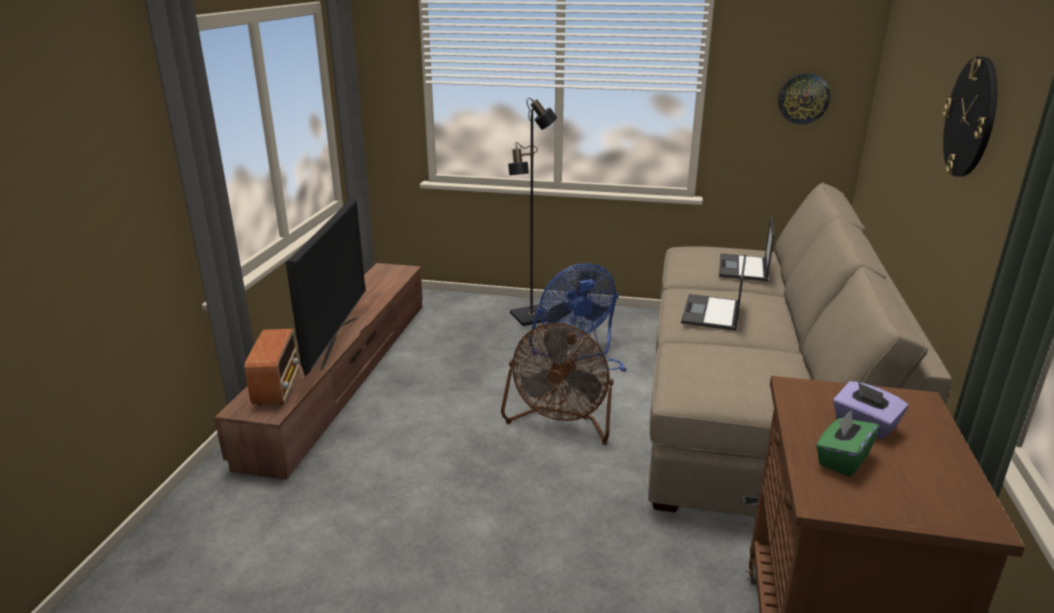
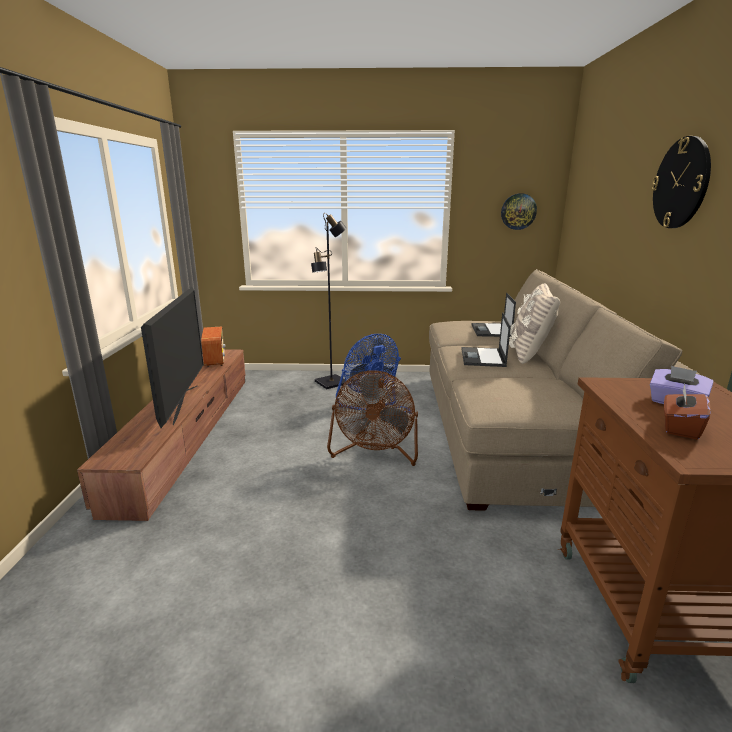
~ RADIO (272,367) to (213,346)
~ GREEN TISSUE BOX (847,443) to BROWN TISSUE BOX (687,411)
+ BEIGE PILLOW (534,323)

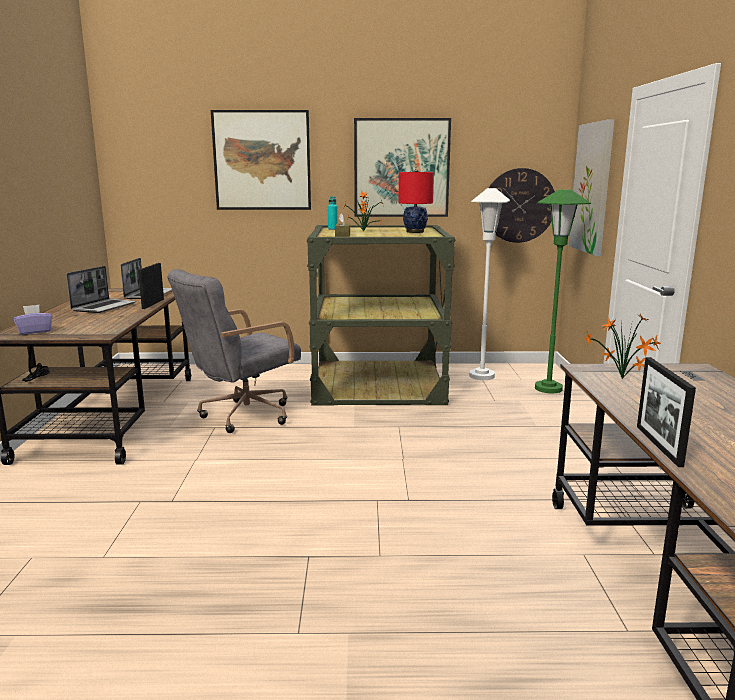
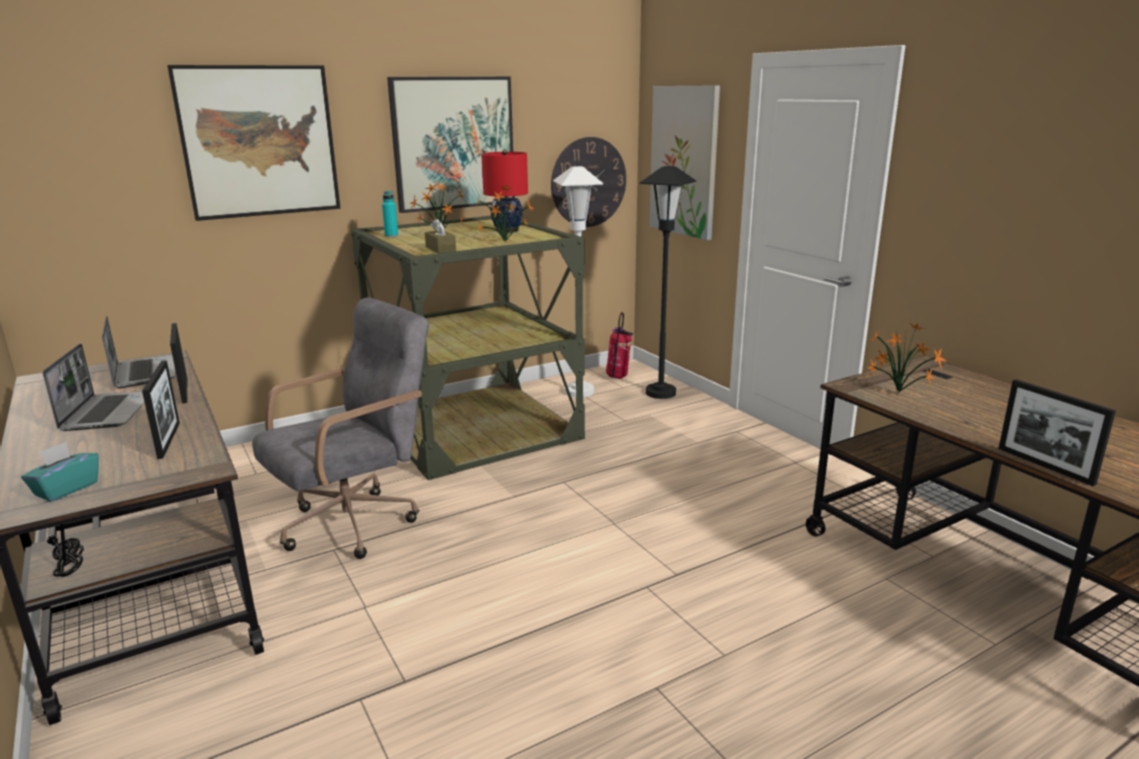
~ PURPLE TISSUE BOX (33,320) to TURQUOISE TISSUE BOX (60,472)
~ GREY OFFICE CHAIR (234,351) = (340,428) 150 degrees counterclockwise
~ GREEN FLOOR LAMP (563,291) to BLACK FLOOR LAMP (668,282)
+ PICTURE FRAME (161,409)
+ POTTED PLANT (505,213)
+ FIRE EXTINGUISHER (620,345)

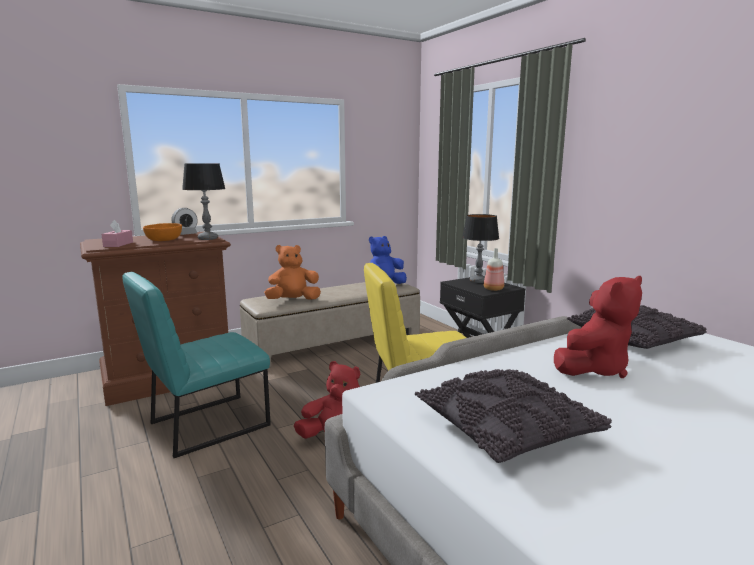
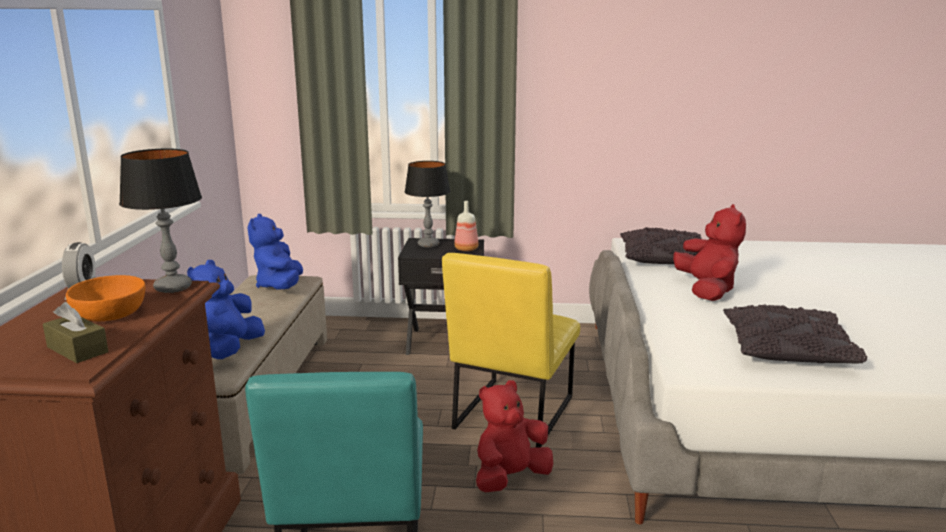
~ PINK TISSUE BOX (117,233) to BROWN TISSUE BOX (76,332)
~ ORANGE PLUSH TOY (292,272) to BLUE PLUSH TOY (226,309)

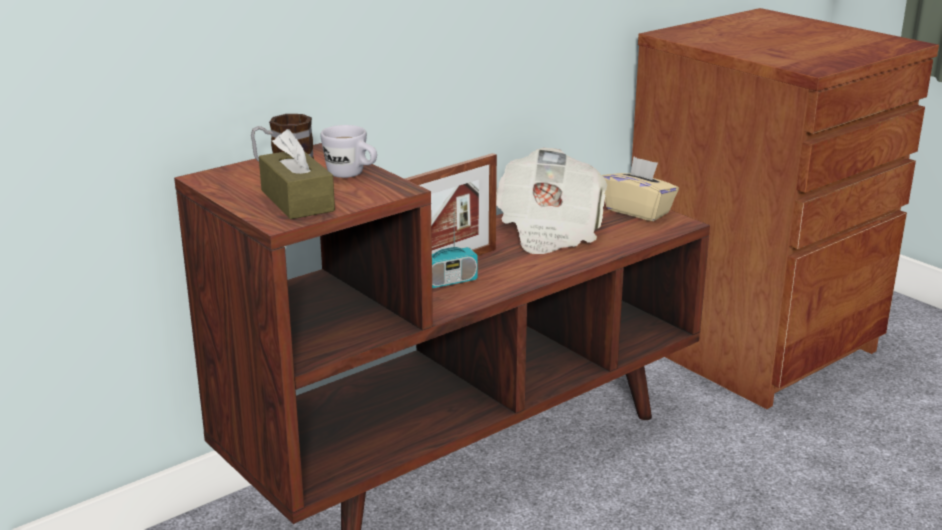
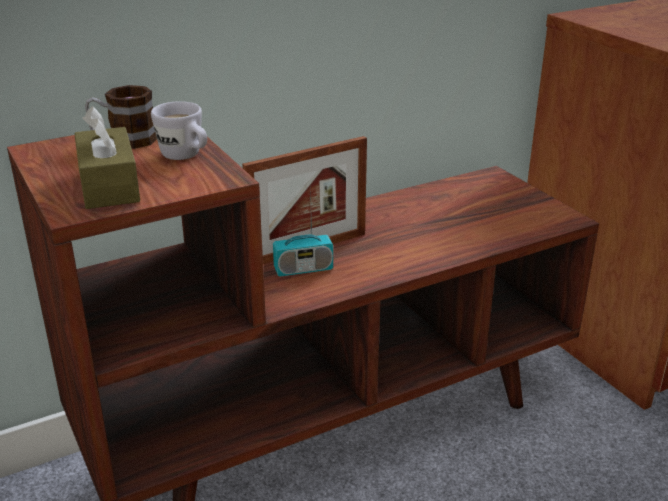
- NEWSPAPER (551,201)
- BEIGE TISSUE BOX (640,188)

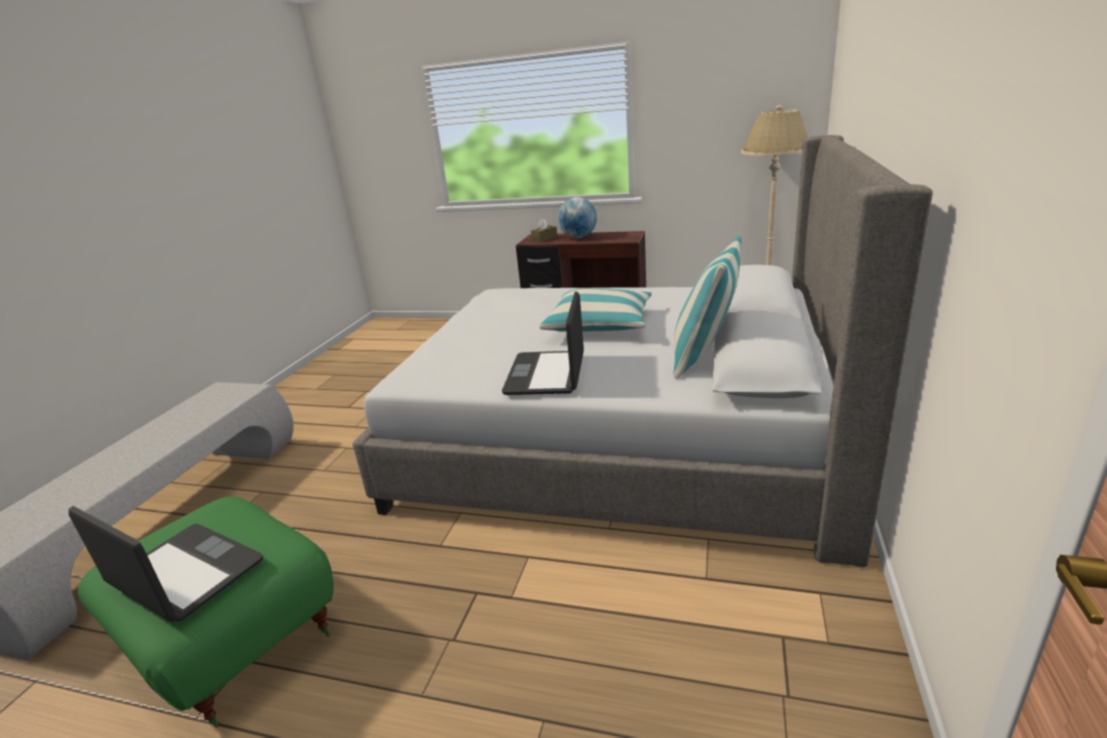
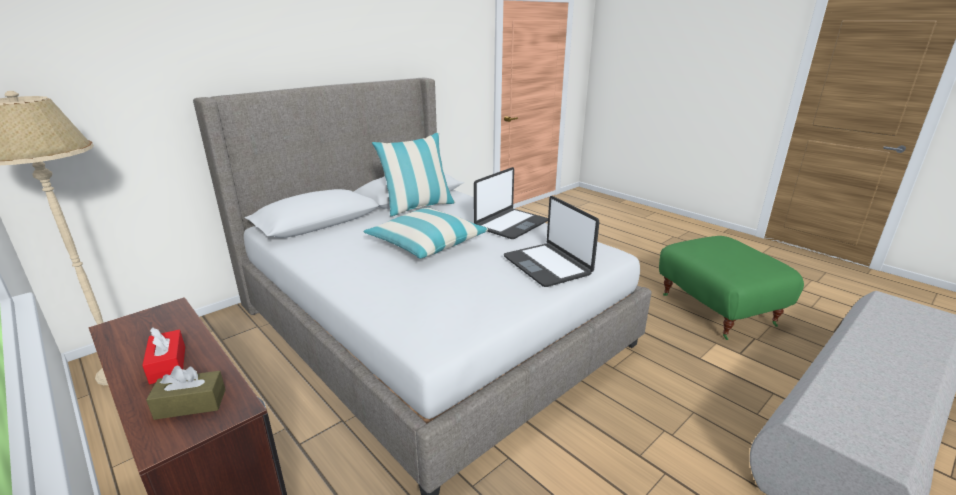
~ LAPTOP (166,564) to (551,241)
~ GLOBE (577,217) to RED TISSUE BOX (163,356)

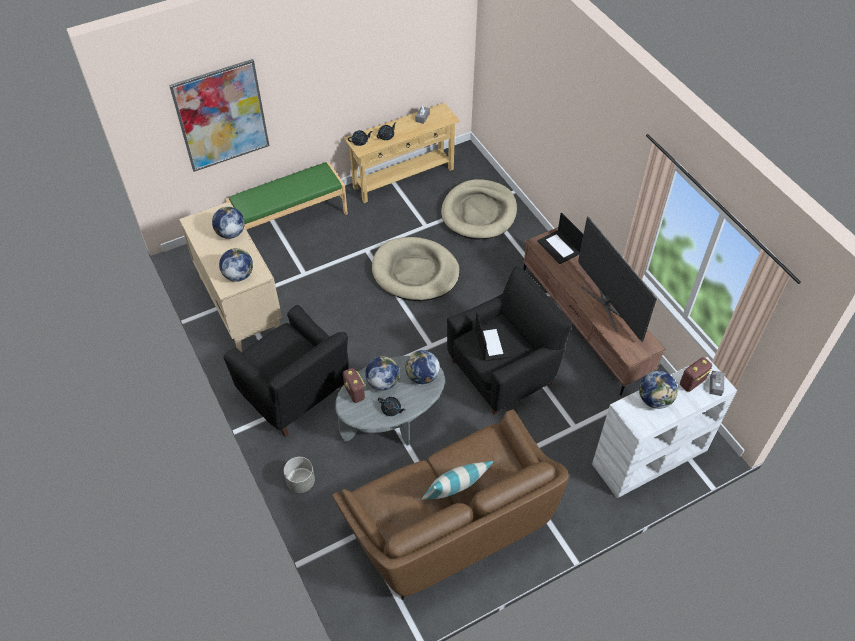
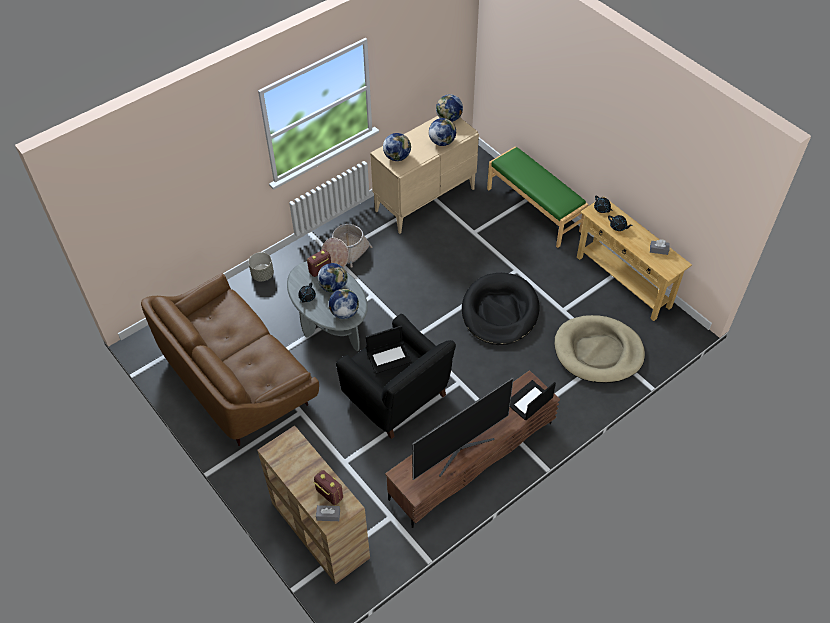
- PICTURE (219,115)
~ BLACK ARMCHAIR (285,371) to BASKET (346,246)
~ BEIGE DOG BED (416,269) to BLACK DOG BED (500,309)
- PILLOW (457,480)
~ WHITE BOOKCASE (664,427) to BROWN BOOKCASE (313,504)
~ GLOBE (658,390) to (449,108)

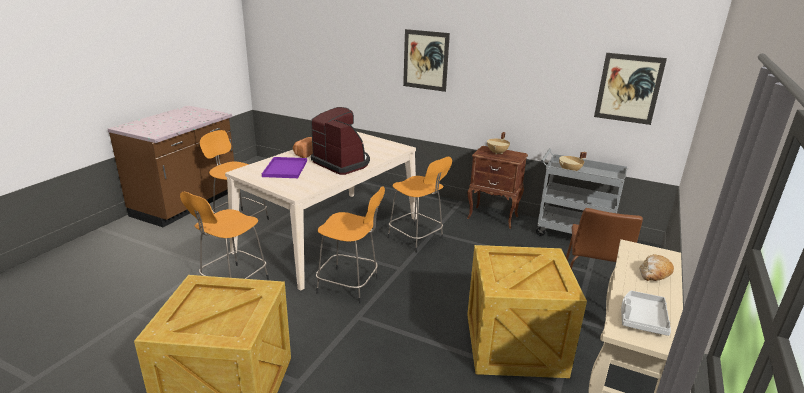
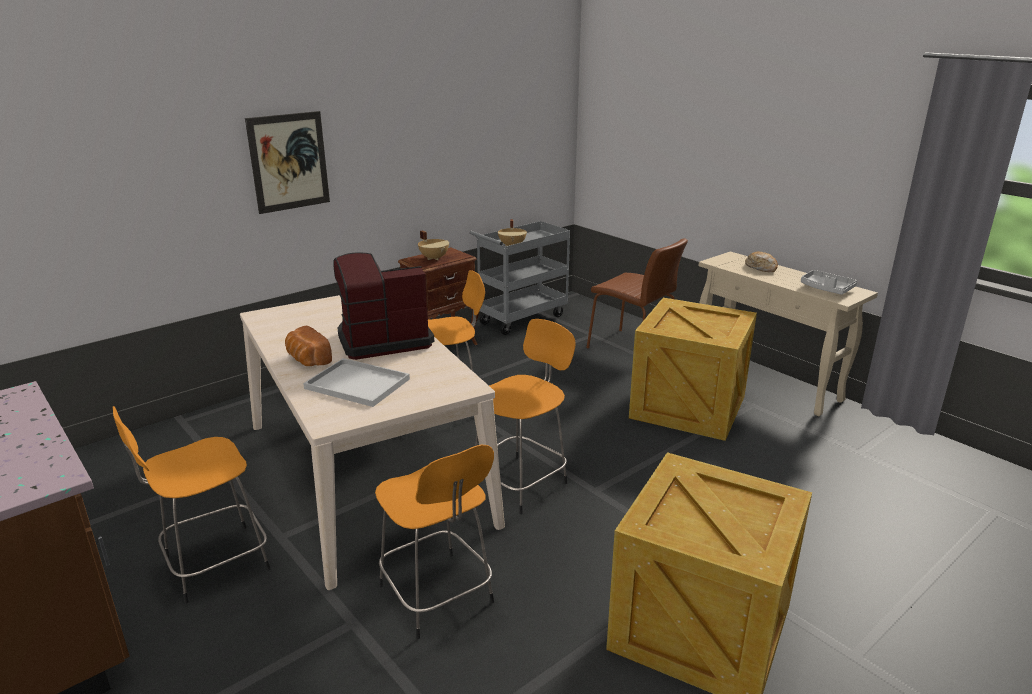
~ PURPLE TRAY (284,167) to WHITE TRAY (356,382)
- PICTURE (630,89)

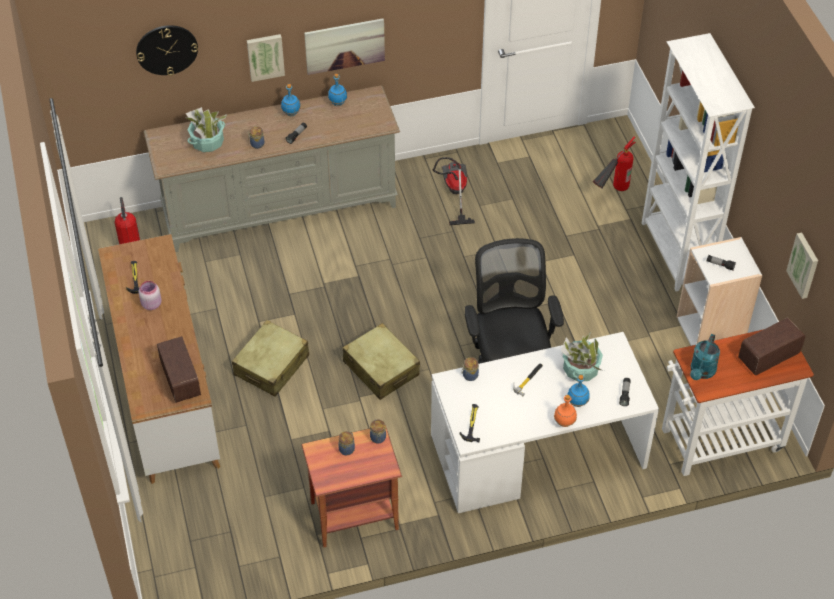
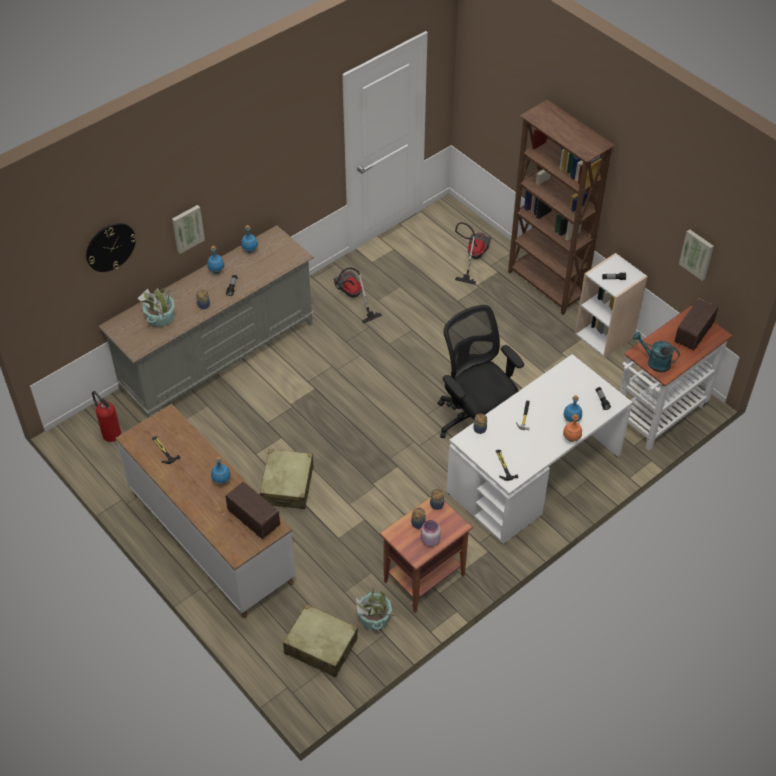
~ PINK JAR (150,295) to (431,533)
- PICTURE (344,46)
~ BEIGE SUITCASE (381,361) to (320,640)
~ POTTED PLANT (582,357) to (376,608)
~ FIRE EXTINGUISHER (614,163) to VACUUM CLEANER (473,253)
~ WHITE BOOKCASE (698,162) to BROWN BOOKCASE (561,207)
~ TURQUOISE WATERING CAN (705,357) = (656,352) 120 degrees clockwise
+ BLUE BOTTLE (221,470)

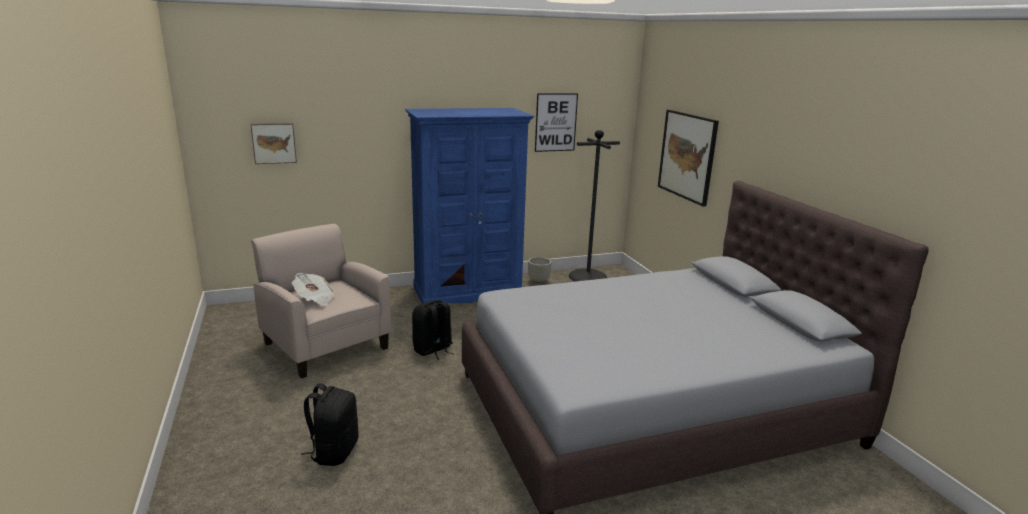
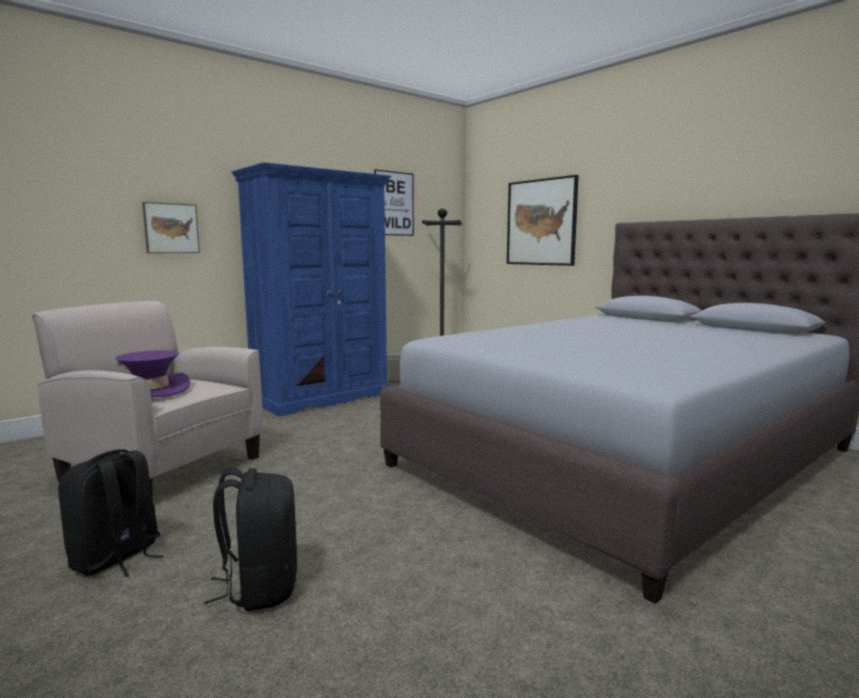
~ PICTURE (273,143) to (171,227)
~ NEWSPAPER (314,289) to PURPLE HAT (152,373)
~ BLACK BACKPACK (433,330) to (111,513)

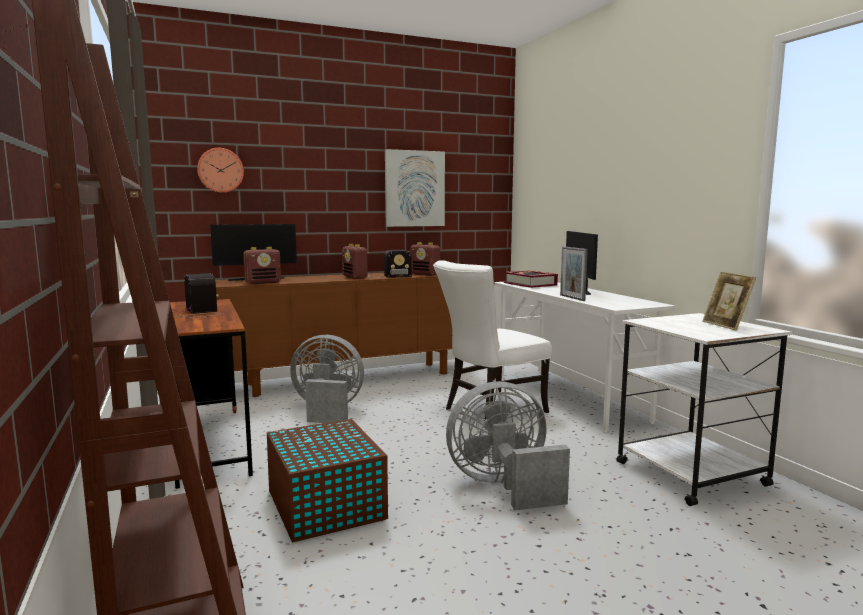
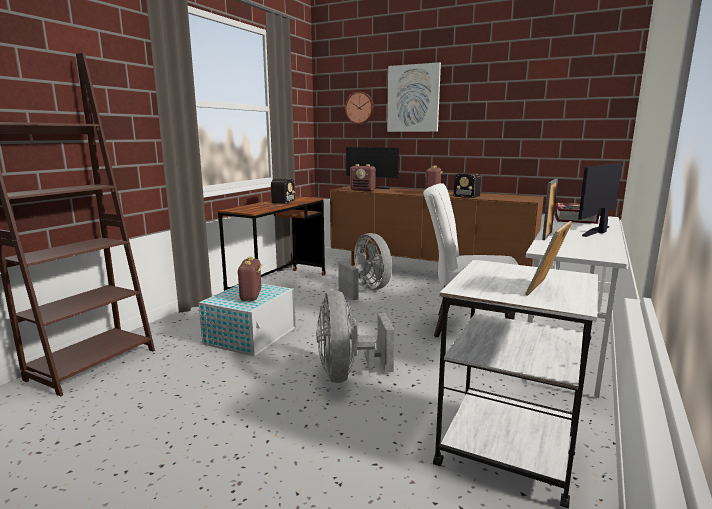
~ BROWN STORAGE BOX (327,481) to WHITE STORAGE BOX (247,320)
~ PICTURE (415,188) to (414,97)
~ RADIO (425,259) to (249,279)
~ GREY FAN (508,446) = (355,337) 135 degrees counterclockwise

